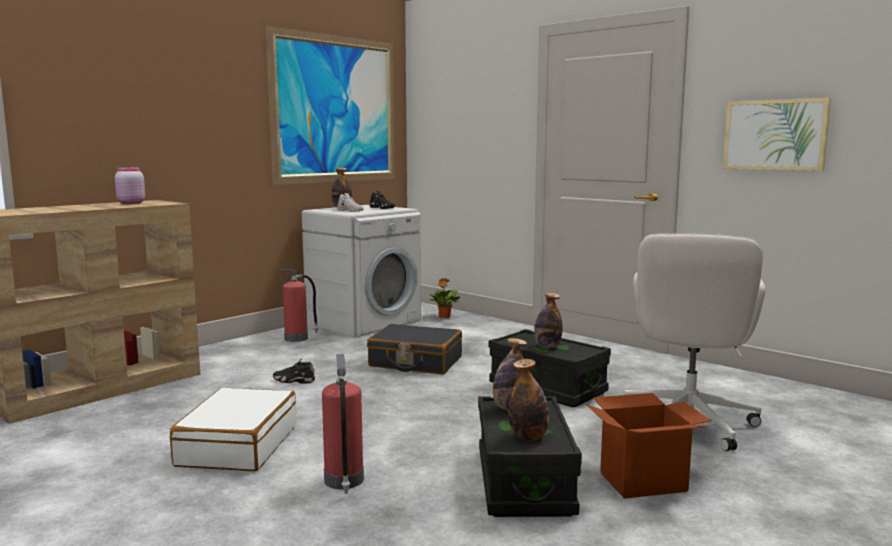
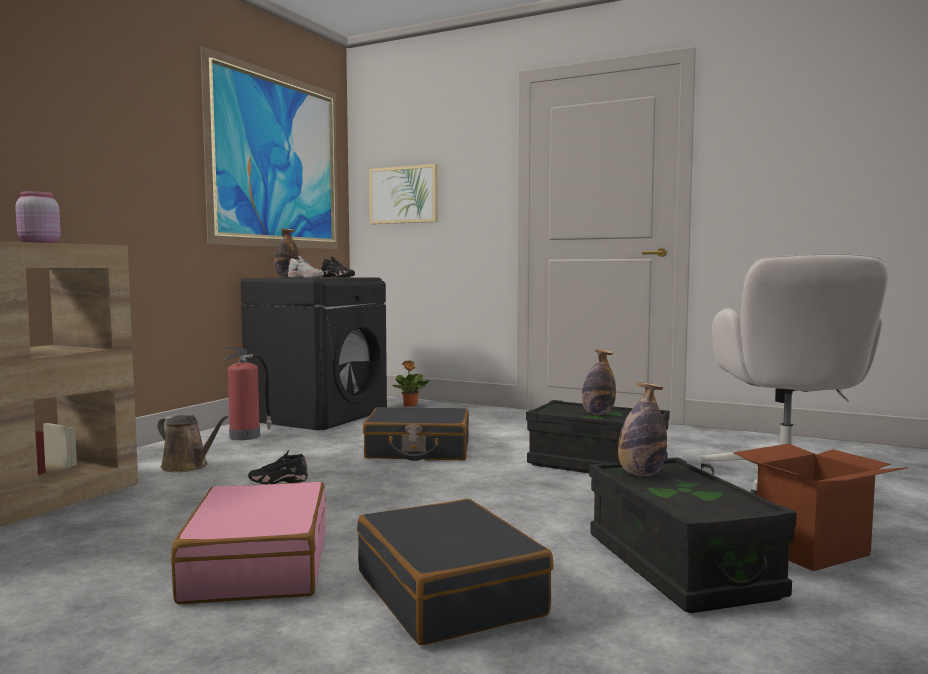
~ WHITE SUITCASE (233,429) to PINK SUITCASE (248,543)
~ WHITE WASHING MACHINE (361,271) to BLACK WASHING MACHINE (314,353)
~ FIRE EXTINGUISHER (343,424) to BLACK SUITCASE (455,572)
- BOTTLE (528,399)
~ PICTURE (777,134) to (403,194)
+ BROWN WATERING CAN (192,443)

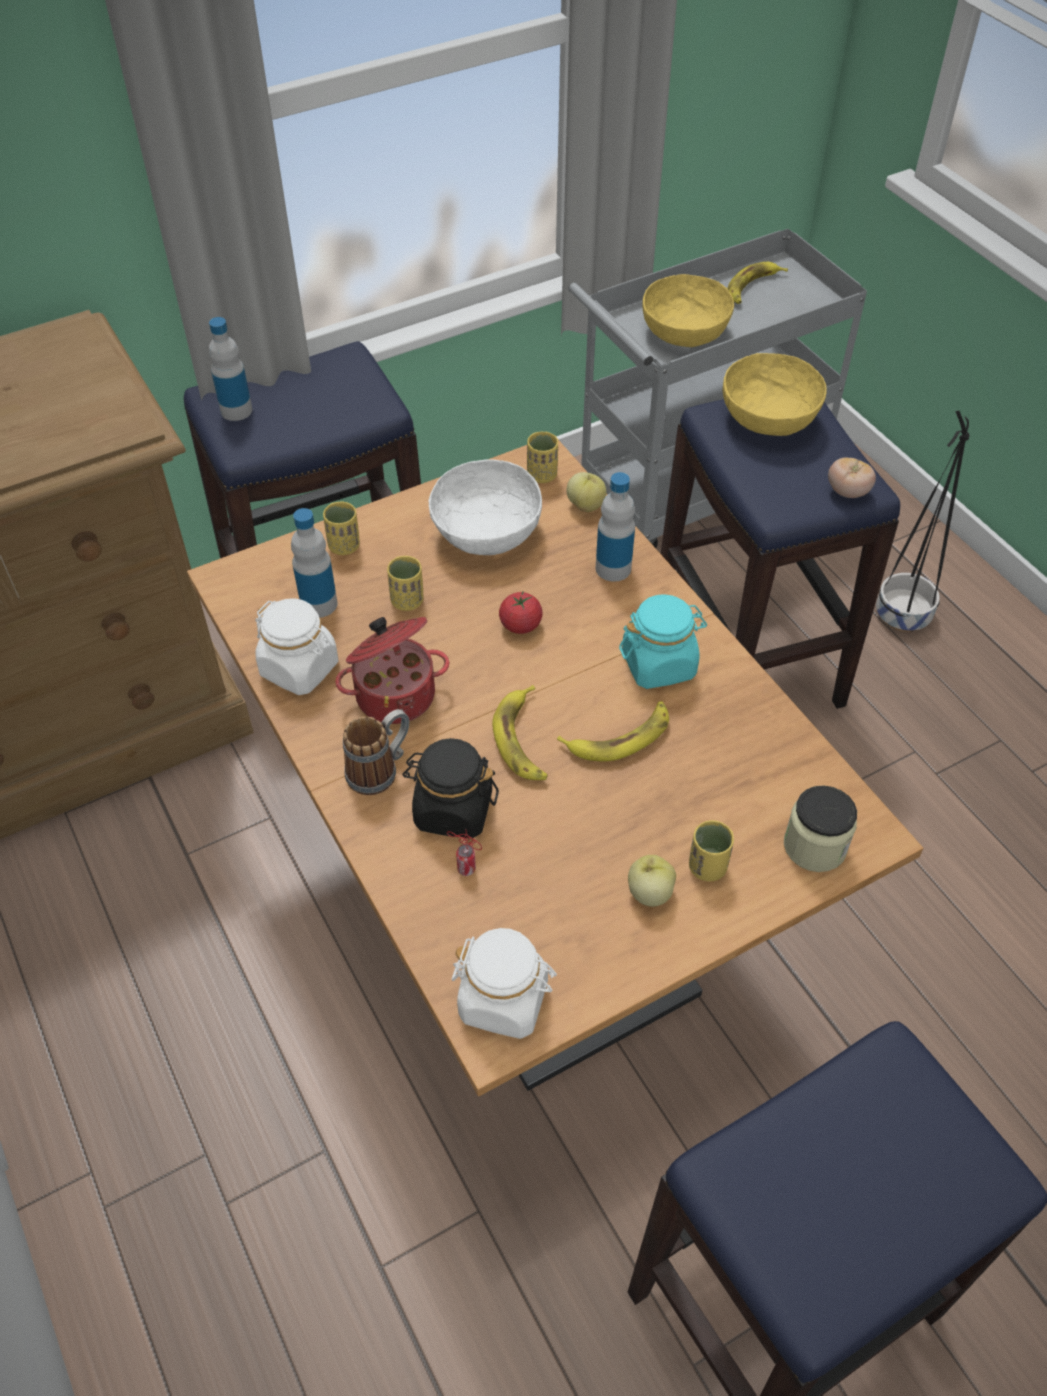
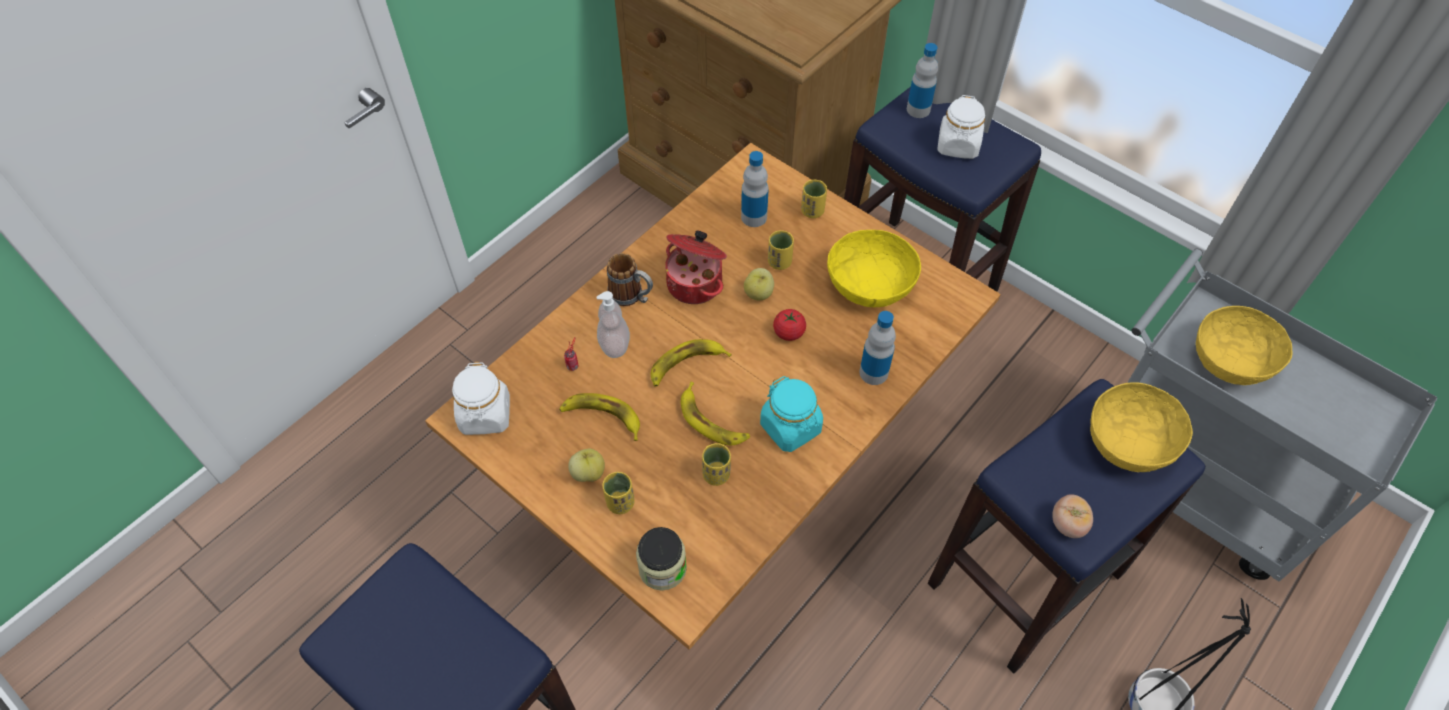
~ WHITE JAR (296,646) to (961,127)
~ BLACK JAR (450,788) to SOAP DISPENSER (613,324)
~ WHITE BOWL (485,507) to YELLOW BOWL (874,268)
~ YELLOW CUP (542,457) to (716,464)
~ APPLE (587,492) to (759,284)
~ BANANA (757,283) to (599,417)

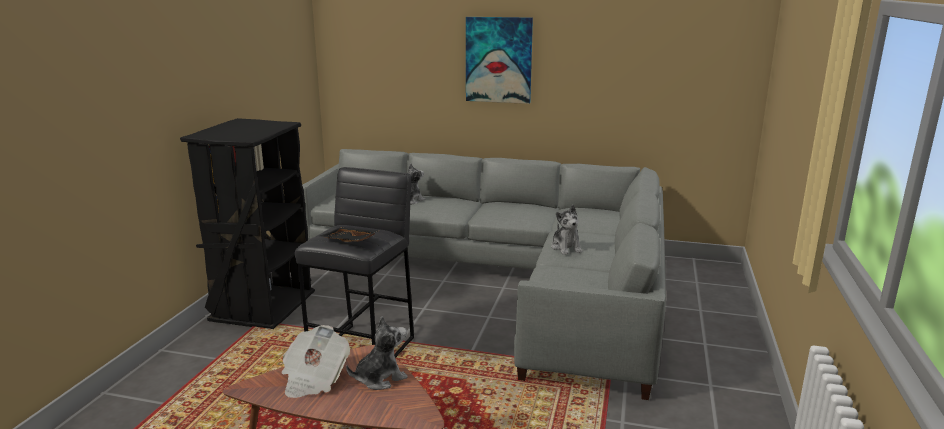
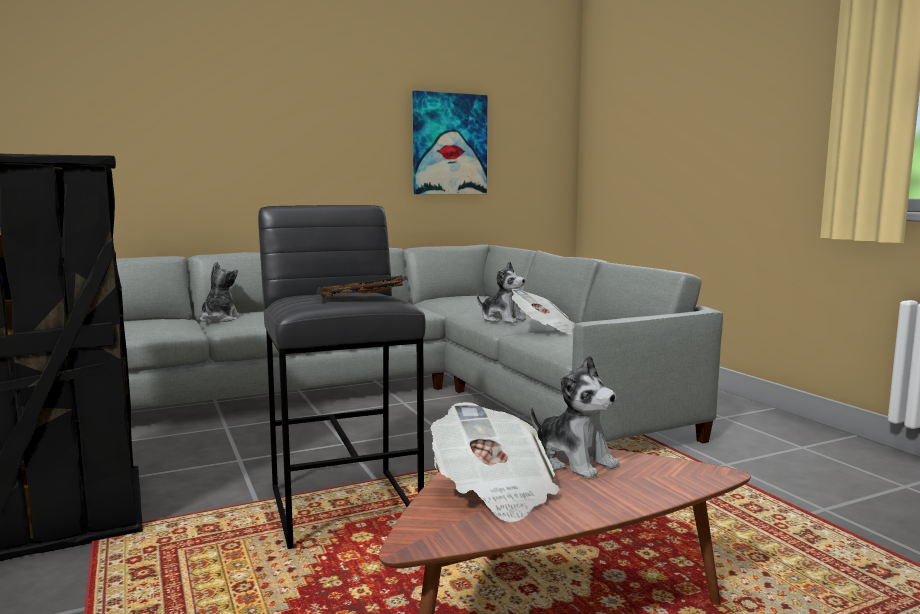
~ PLUSH TOY (377,353) = (575,417) 120 degrees clockwise
~ PICTURE (499,60) to (450,142)
+ NEWSPAPER (543,312)

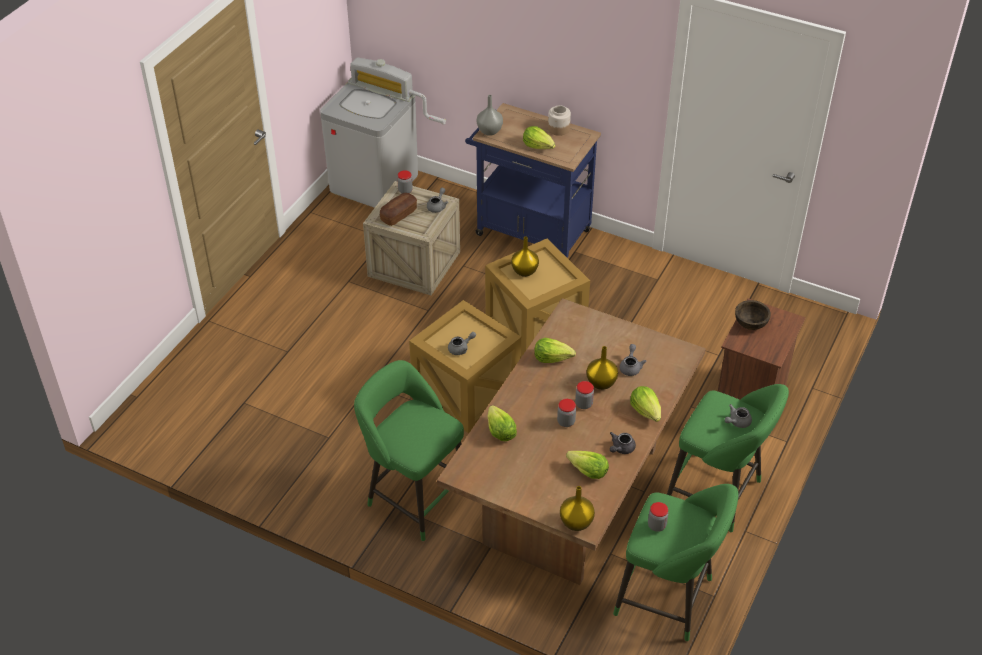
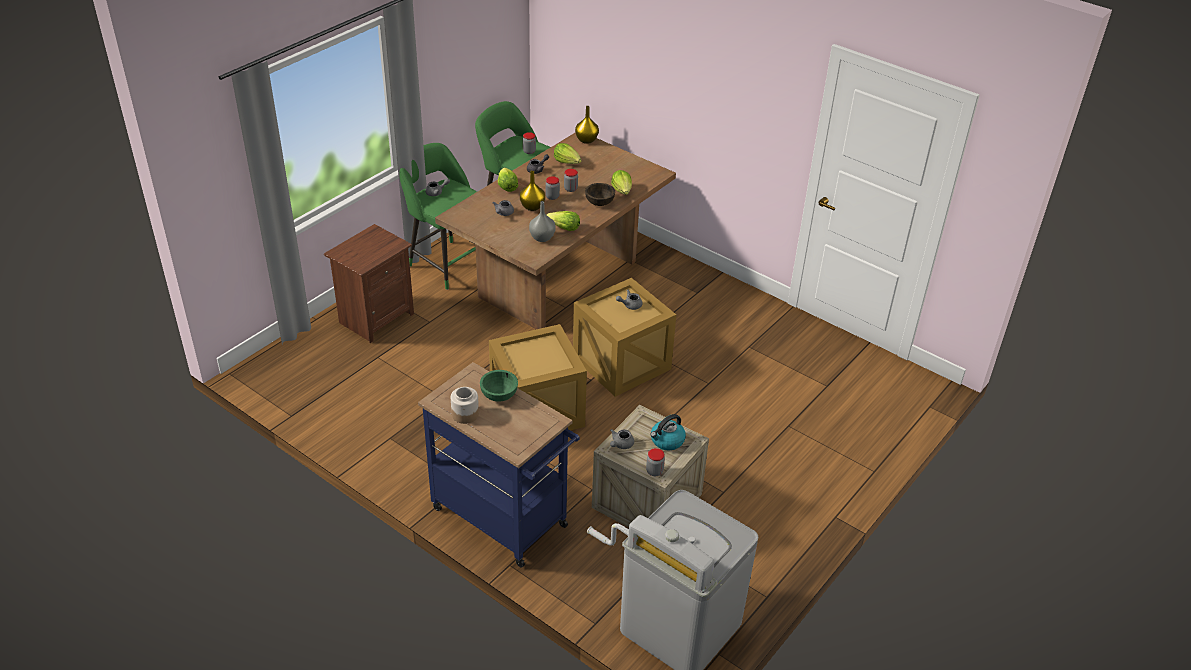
- GREEN STOOL (409,450)
~ BREAD (398,209) to KETTLE (668,432)
~ GREY VASE (490,115) to (542,221)
- YELLOW VASE (525,257)
~ LETTUCE (539,137) to GREEN BOWL (499,386)
~ BROWN BOWL (753,315) to (600,194)

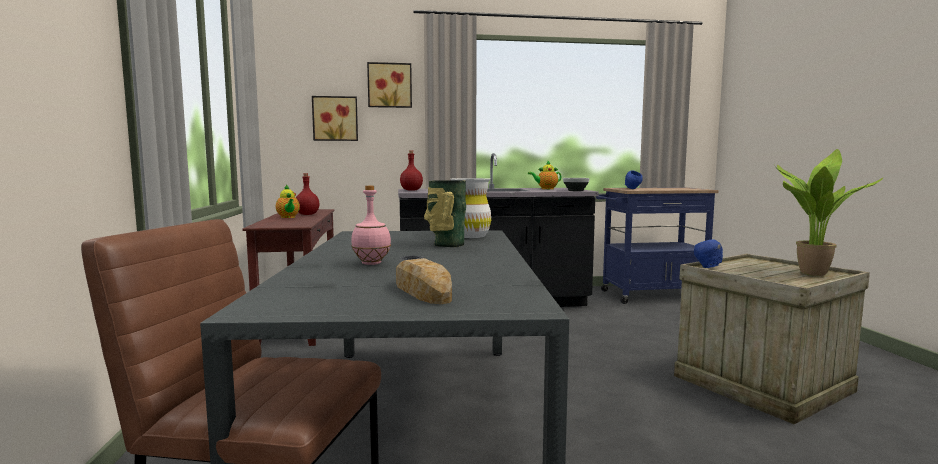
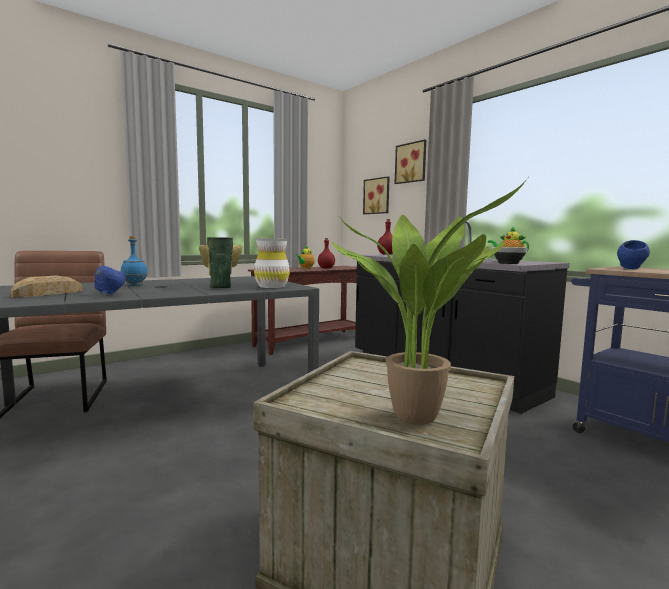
~ PINK BOTTLE (371,225) to BLUE BOTTLE (134,261)
~ BLUE BOWL (708,253) to (109,280)

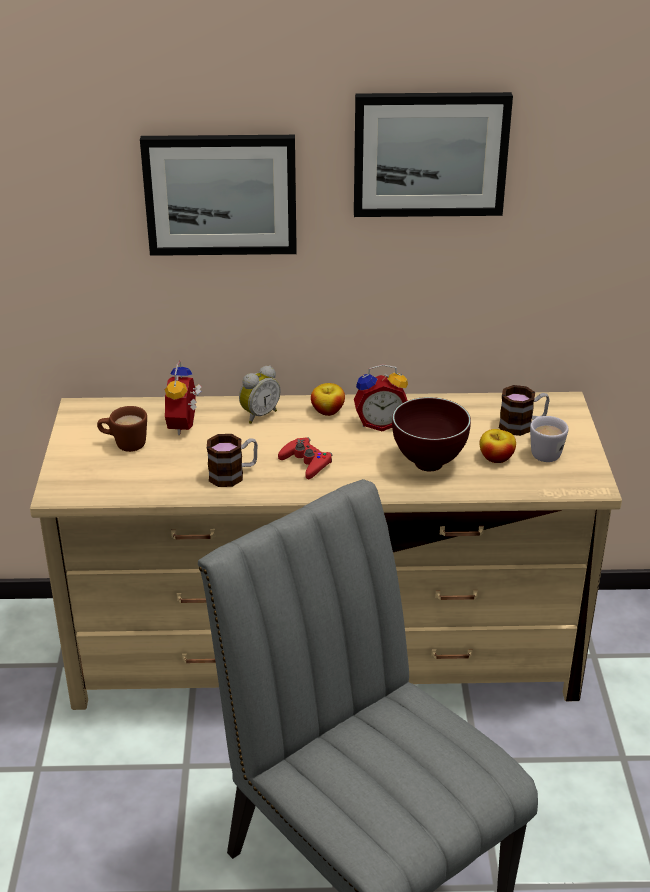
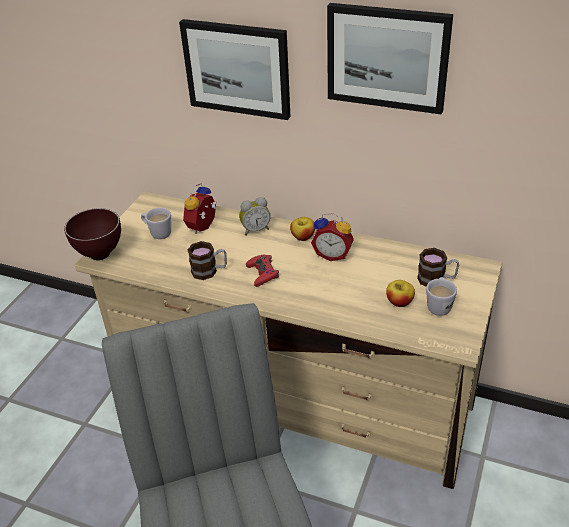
~ BROWN MUG (122,429) to WHITE MUG (156,223)
~ BROWN BOWL (431,434) to (92,234)

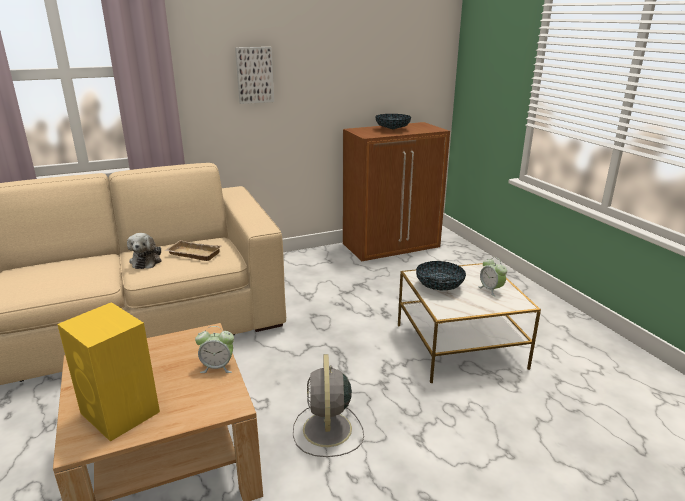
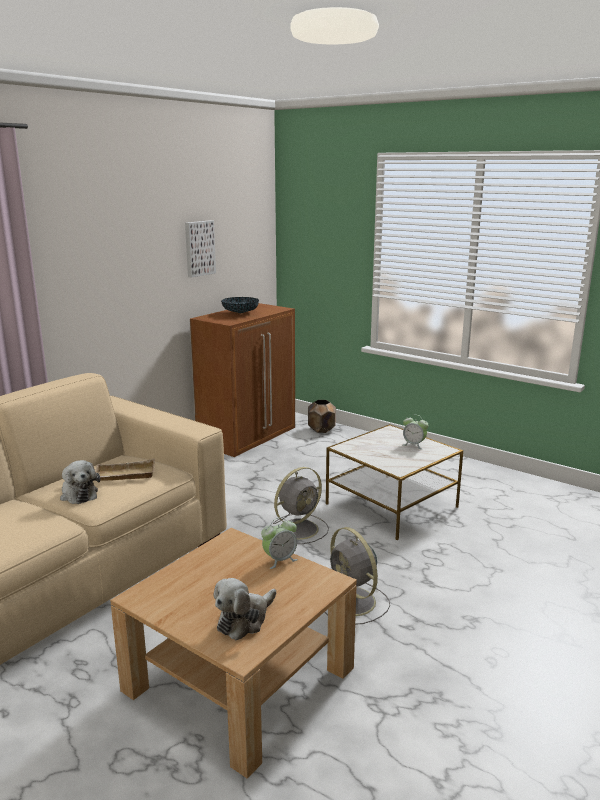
~ YELLOW SPEAKER (108,372) to PLUSH TOY (245,609)
~ PICTURE (254,75) to (200,249)
- BOWL (441,275)
+ GREY FAN (301,505)
+ BROWN PLANTER (322,416)

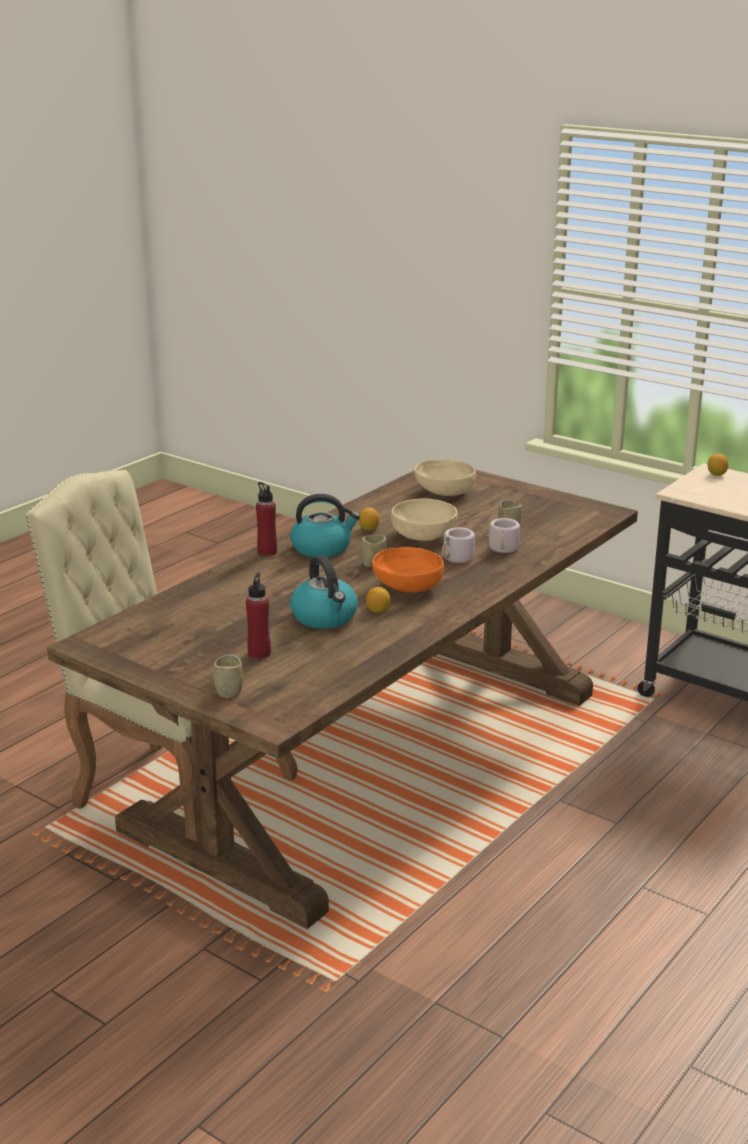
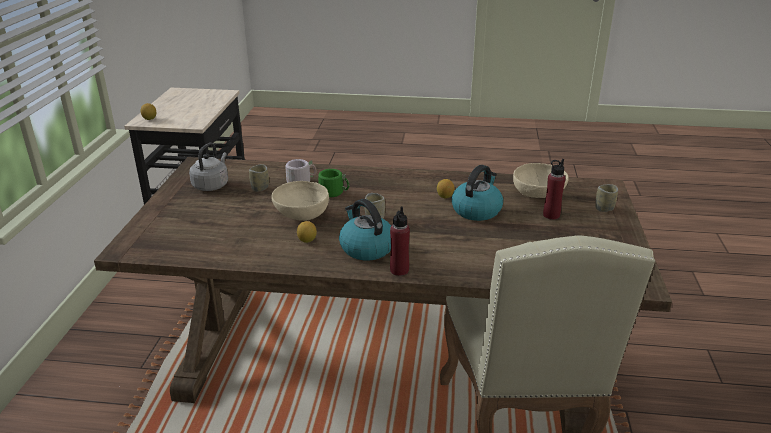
- ORANGE BOWL (408,570)
~ BEIGE BOWL (445,477) to (541,180)
~ GREY MUG (458,545) to GREEN MUG (333,183)
+ GREY KETTLE (208,167)

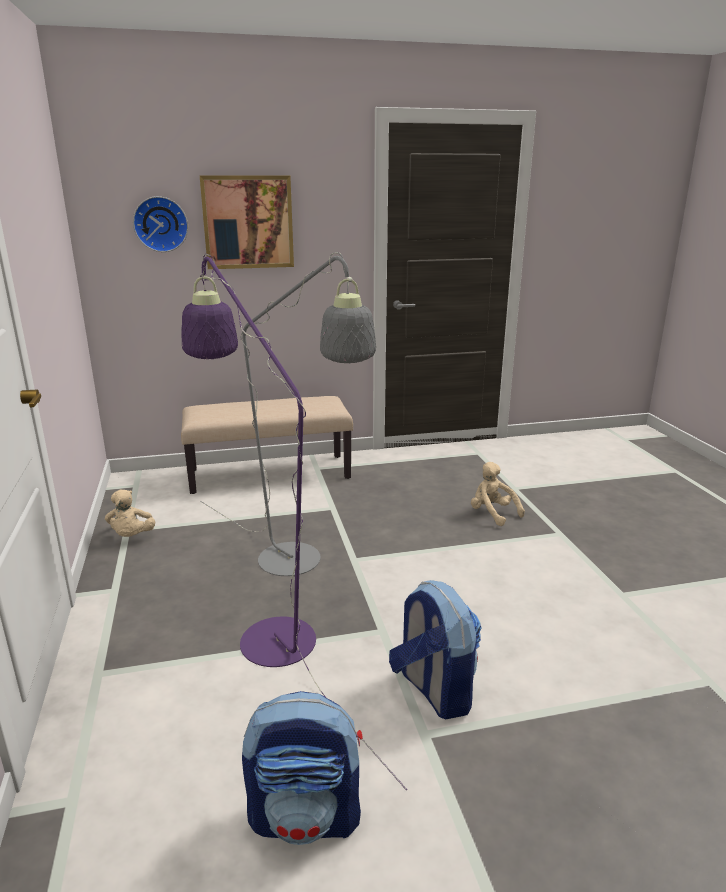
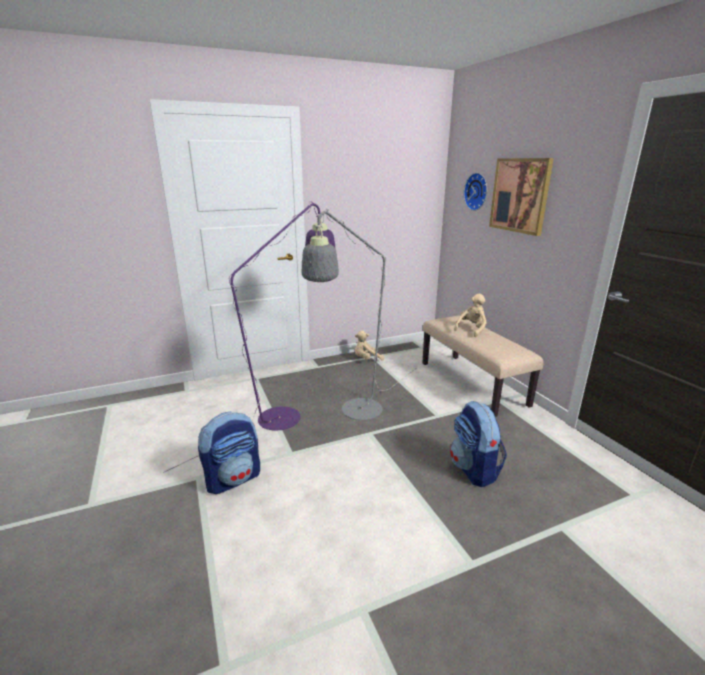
~ BACKPACK (302,768) to (478,444)
~ BEIGE PLUSH TOY (498,494) to (470,315)

